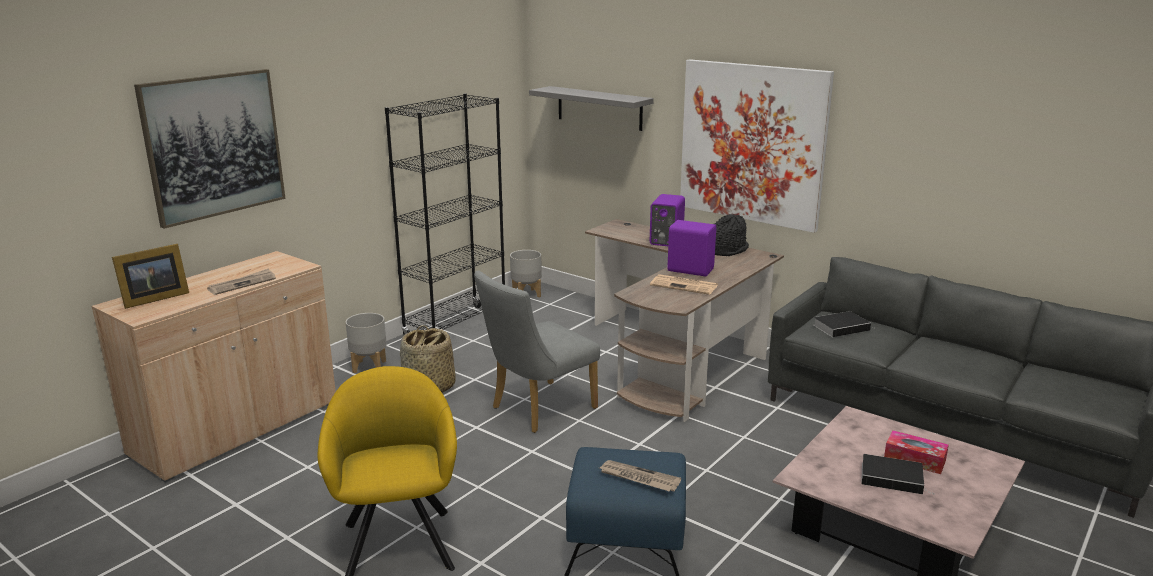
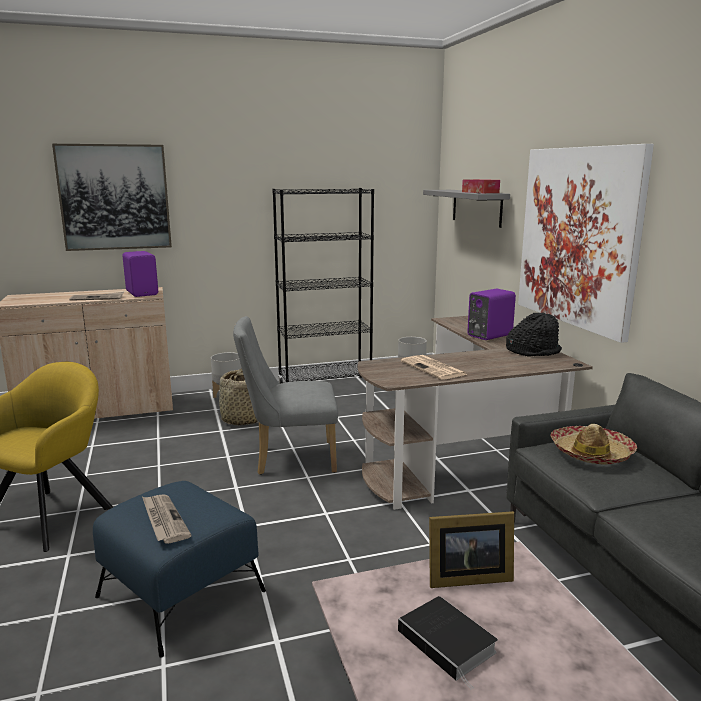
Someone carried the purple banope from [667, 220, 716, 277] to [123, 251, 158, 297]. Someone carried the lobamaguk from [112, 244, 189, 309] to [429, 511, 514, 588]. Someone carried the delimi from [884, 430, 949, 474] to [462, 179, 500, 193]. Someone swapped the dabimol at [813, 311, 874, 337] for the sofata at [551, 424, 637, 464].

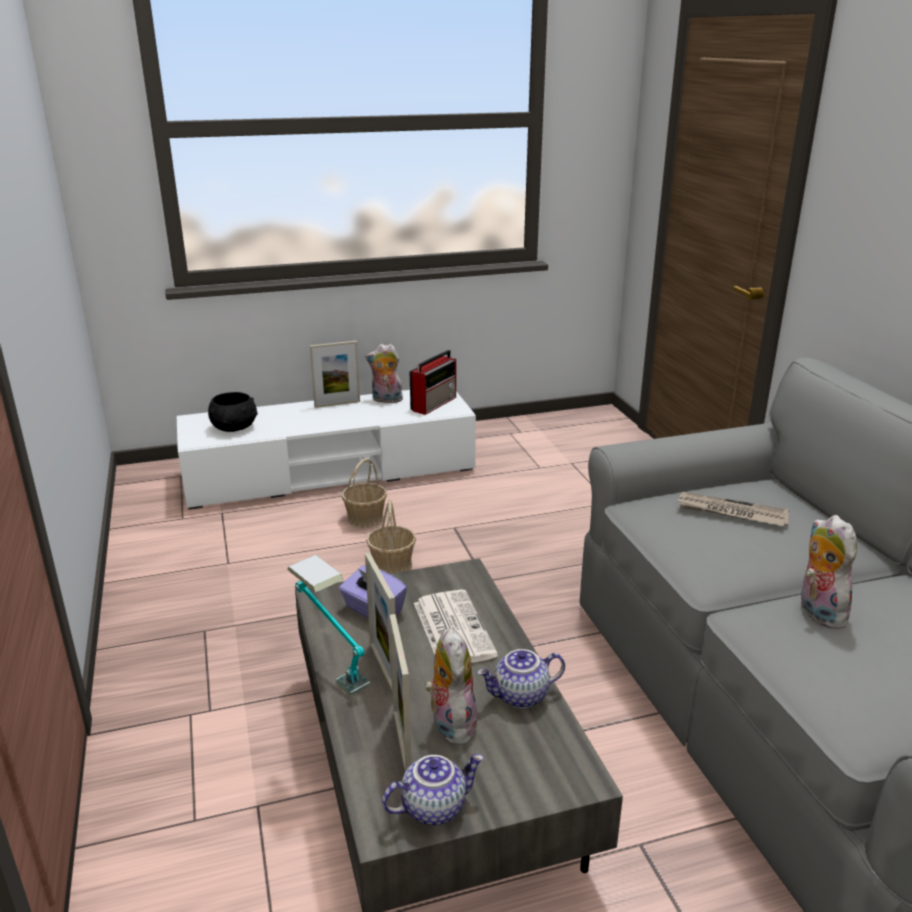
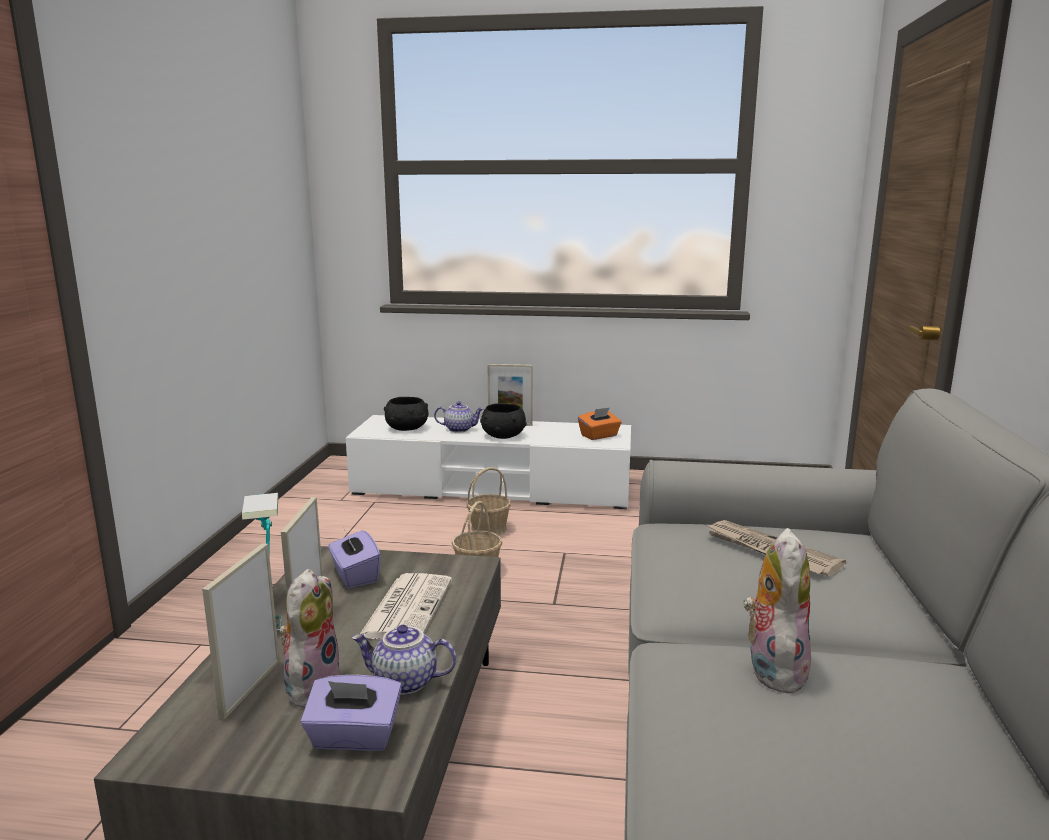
Someone put down the purple delimi at [301, 675, 402, 751]. Someone carried the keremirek from [382, 754, 484, 825] to [434, 401, 484, 433]. Someone put down the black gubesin at [480, 403, 527, 439]. Someone swapped the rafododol at [410, 350, 456, 415] for the orange delimi at [578, 407, 622, 440]. Someone took away the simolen at [365, 344, 403, 403].

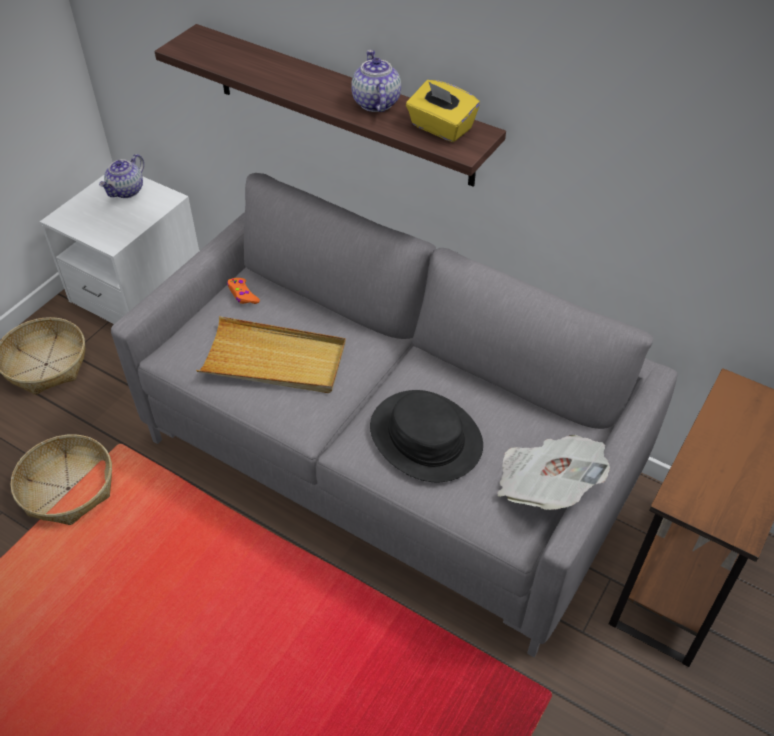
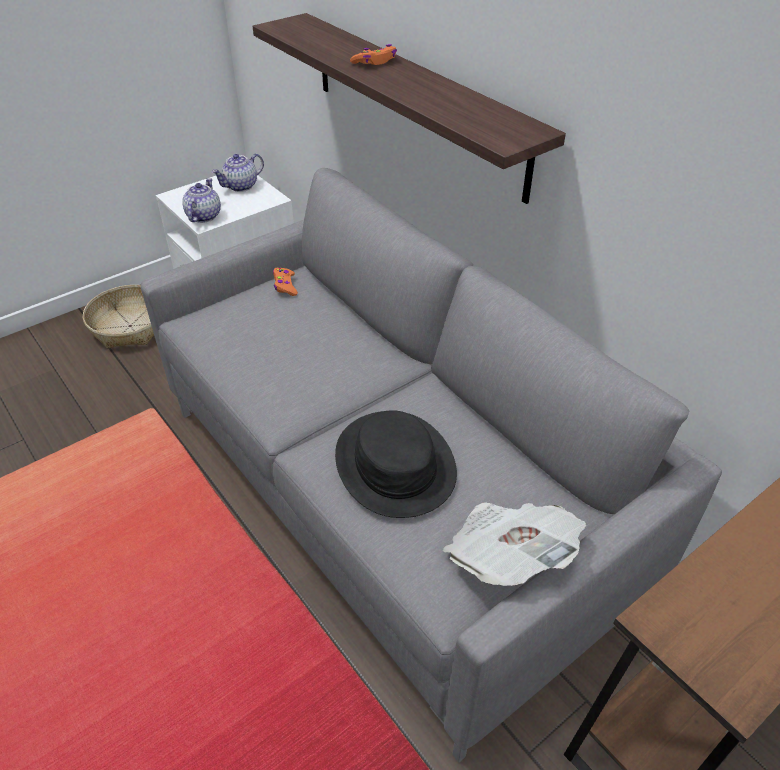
Someone carried the keremirek from [351, 50, 401, 112] to [182, 178, 221, 223]. Someone put down the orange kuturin at [350, 44, 397, 65]. Someone took away the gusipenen at [11, 434, 112, 525]. Someone took away the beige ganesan at [196, 316, 346, 393]. Someone took away the yellow delimi at [406, 80, 480, 142].

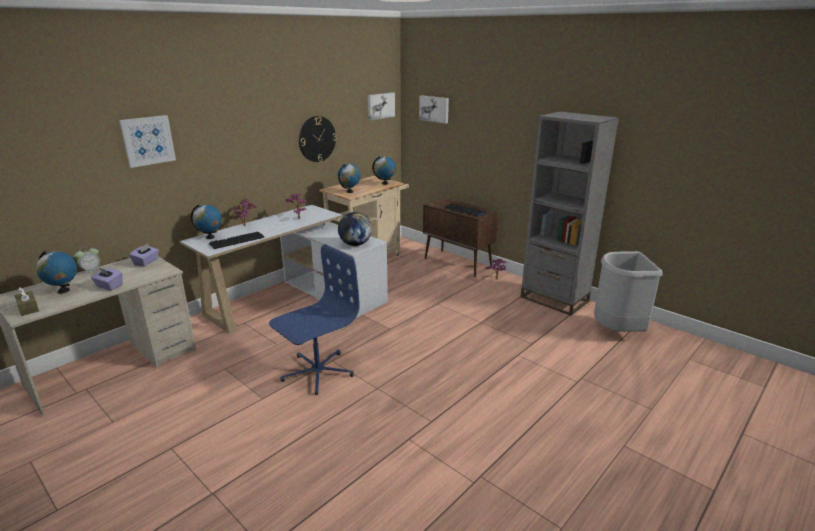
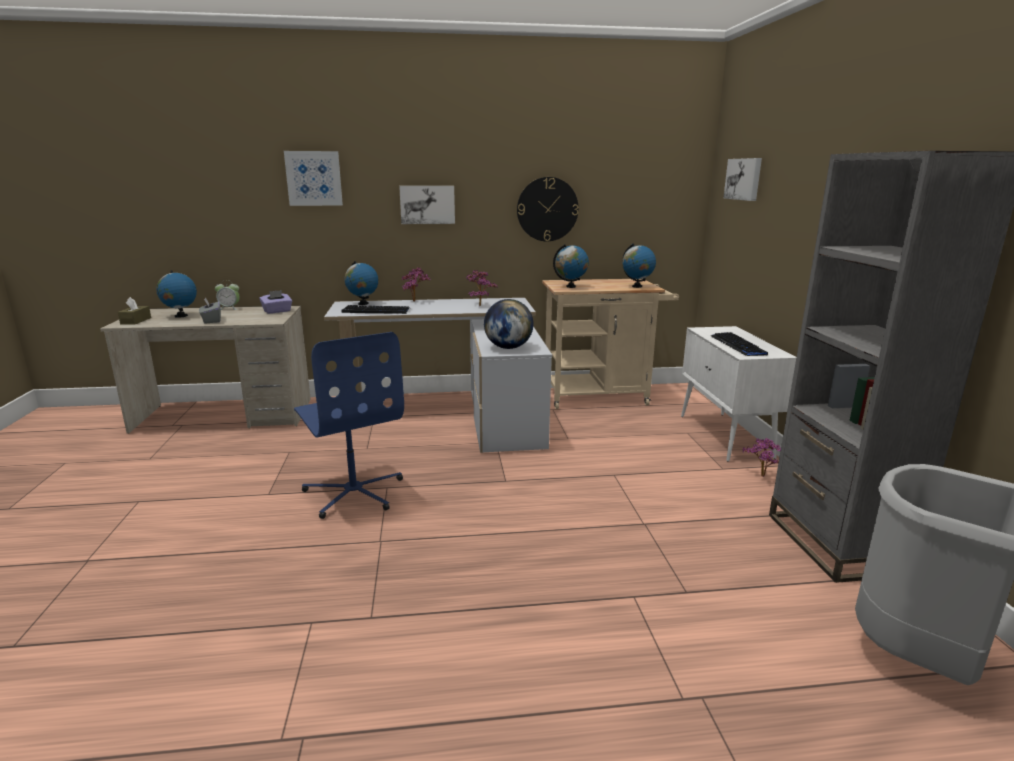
Someone repainted the purple delimi at [91, 267, 123, 290], which became the grey delimi at [199, 297, 221, 324]. Someone rotated the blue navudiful at [269, 244, 360, 395] by 60 degrees clockwise. Someone carried the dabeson from [368, 92, 395, 120] to [399, 186, 455, 224]. Someone repainted the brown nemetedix at [423, 198, 498, 277], which became the white nemetedix at [681, 326, 796, 462].

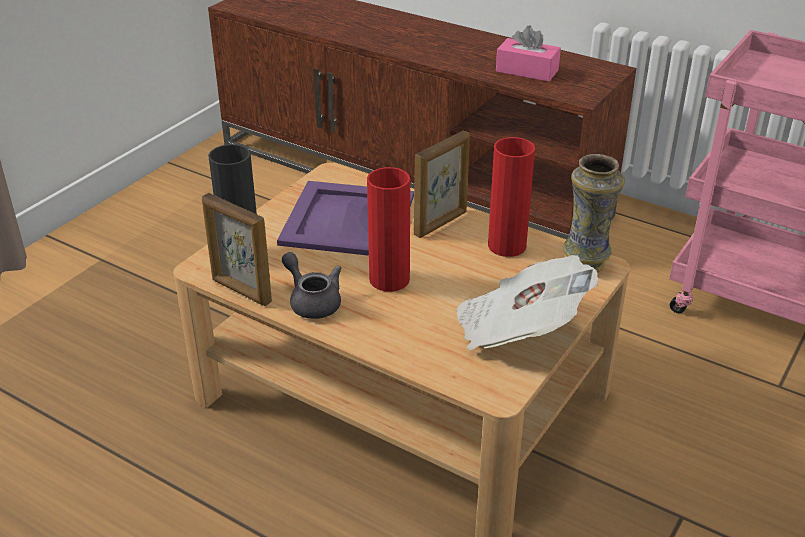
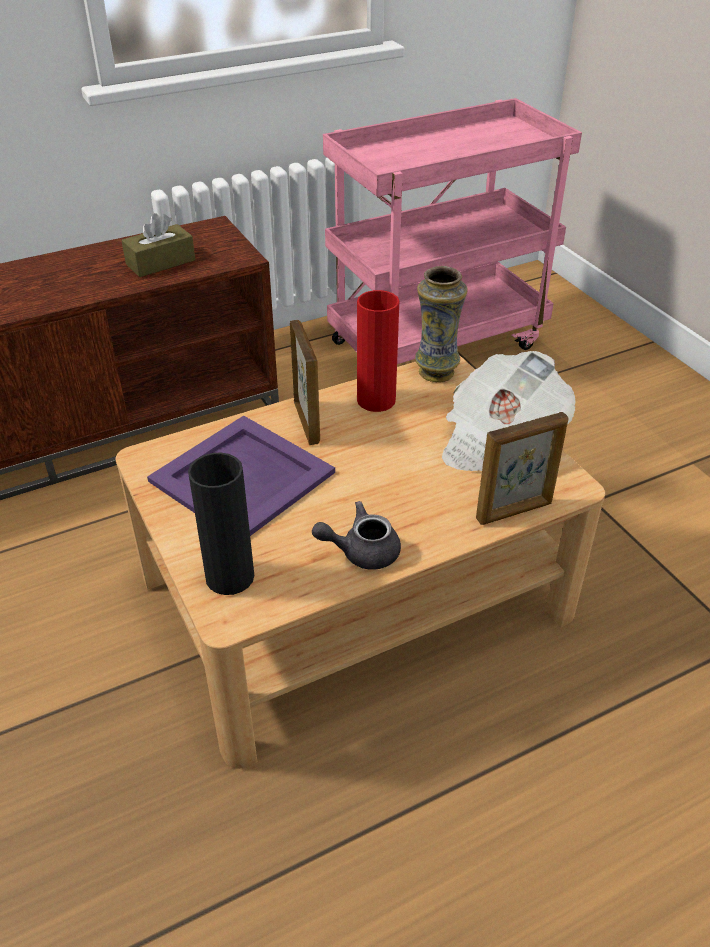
Someone repainted the pink delimi at [496, 26, 561, 82], which became the brown delimi at [121, 213, 195, 277]. Someone carried the lobamaguk from [202, 193, 272, 306] to [476, 412, 568, 525]. Someone took away the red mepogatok at [367, 167, 410, 292].

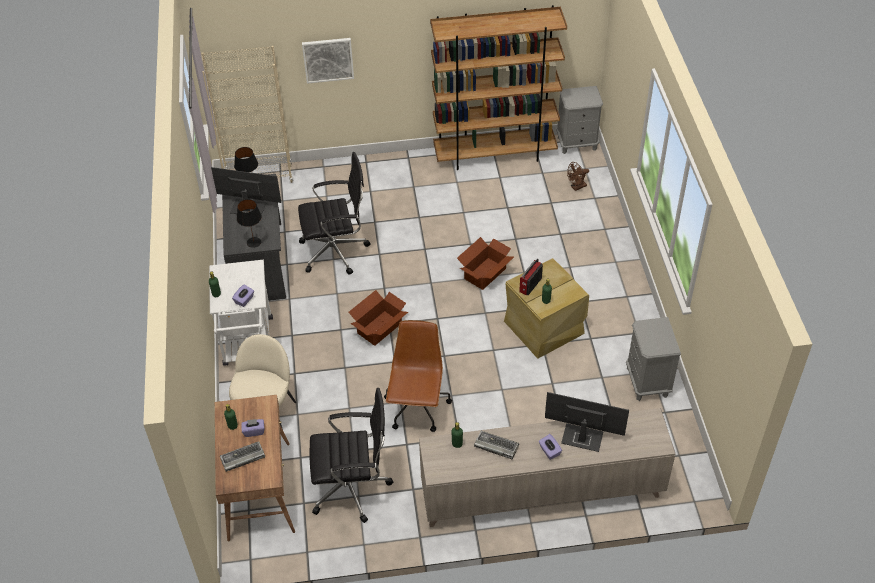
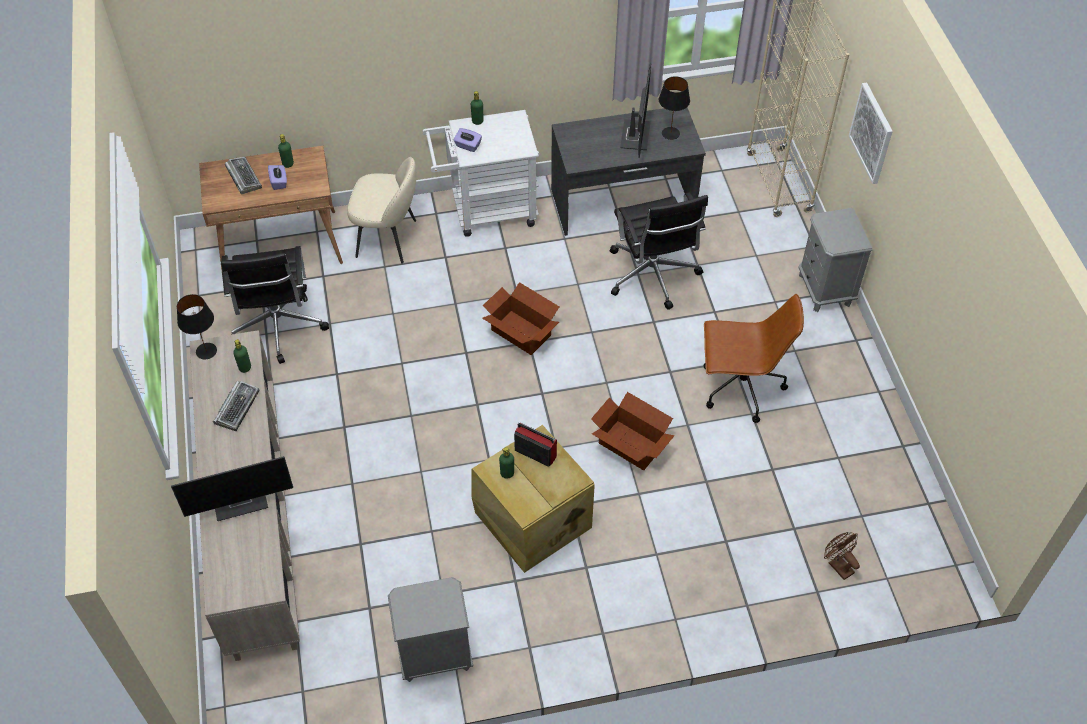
Someone rotated the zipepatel at [545, 392, 629, 452] by 60 degrees clockwise. Someone carried the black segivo from [237, 199, 262, 248] to [177, 294, 217, 359]. Someone carried the brown navudiful from [384, 320, 452, 432] to [703, 294, 804, 423]. Someone carried the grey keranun from [556, 86, 603, 154] to [798, 208, 872, 312]. Someone took away the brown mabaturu at [430, 5, 567, 170]. Someone took away the purple delimi at [539, 434, 562, 460].

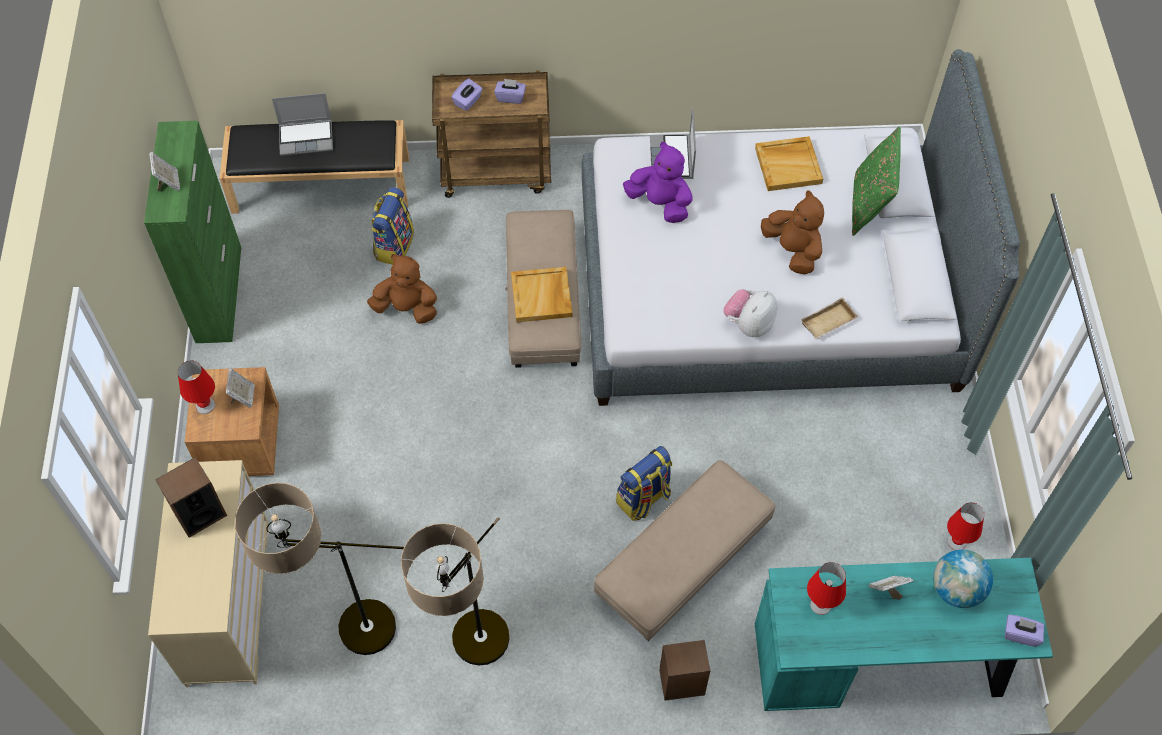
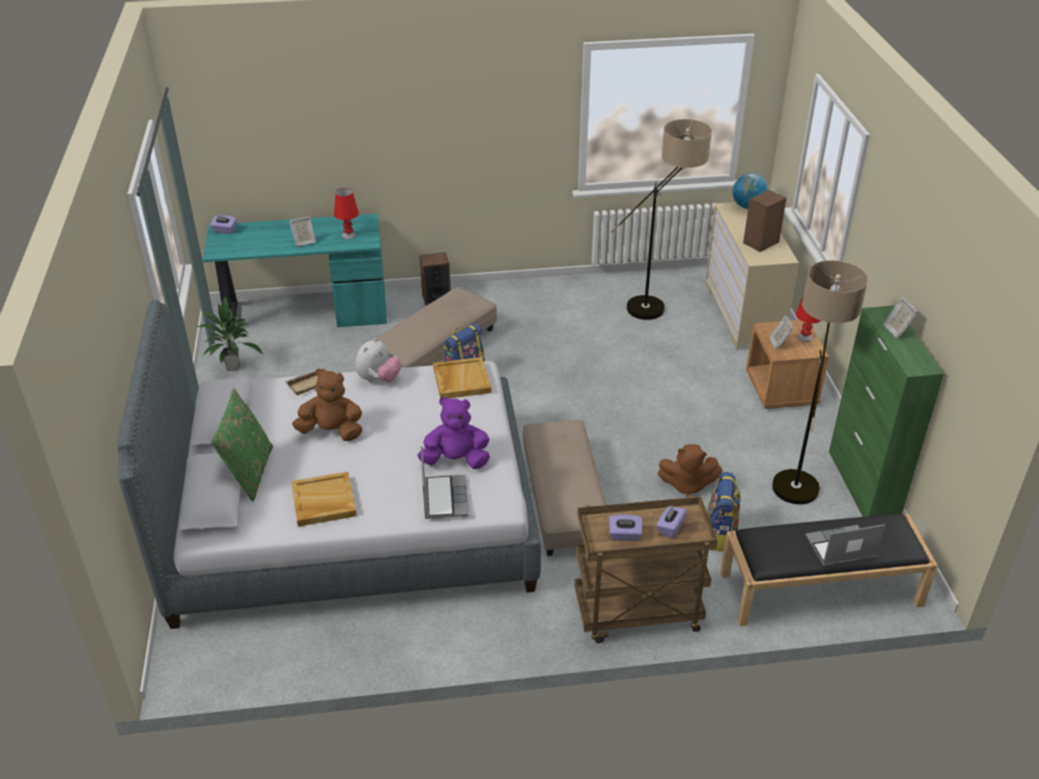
Someone swapped the red segivo at [947, 503, 984, 550] for the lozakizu at [196, 297, 264, 371]. Someone rotated the brown simolen at [761, 190, 824, 274] by 135 degrees clockwise. Someone rotated the purple simolen at [623, 142, 692, 223] by 150 degrees clockwise. Someone carried the beige ganesan from [511, 267, 572, 322] to [433, 357, 491, 399]. Someone carried the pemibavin from [933, 549, 993, 608] to [733, 173, 769, 209]. Someone carried the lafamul from [401, 517, 509, 665] to [772, 260, 868, 505].

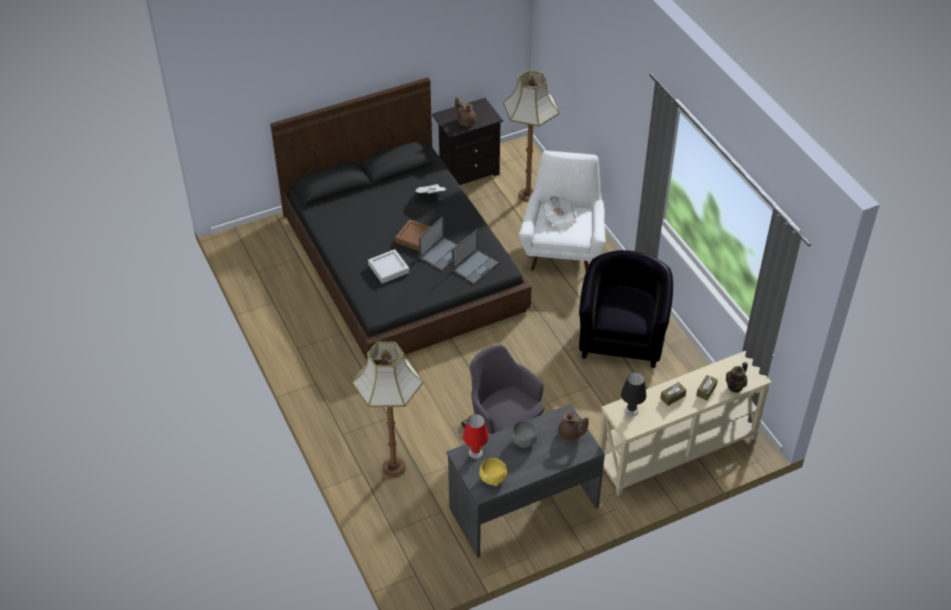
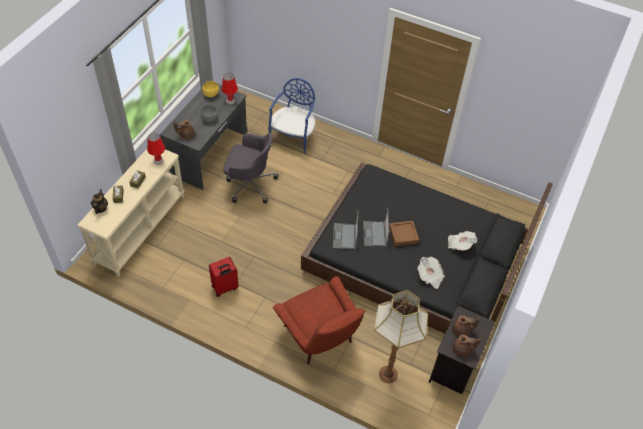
Someone repainted the black segivo at [621, 372, 646, 417], which became the red segivo at [147, 133, 165, 165]. Someone swapped the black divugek at [579, 250, 673, 368] for the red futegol at [209, 257, 239, 297]. Someone swapped the lafamul at [352, 341, 423, 477] for the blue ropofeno at [268, 78, 315, 154]. Someone repainted the white divugek at [519, 151, 606, 271], which became the red divugek at [273, 276, 365, 364]. Someone carried the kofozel from [544, 195, 577, 232] to [448, 231, 477, 251]. Someone put down the brown keremirek at [452, 335, 481, 356]. Someone took away the grey ganesan at [368, 249, 409, 284].

